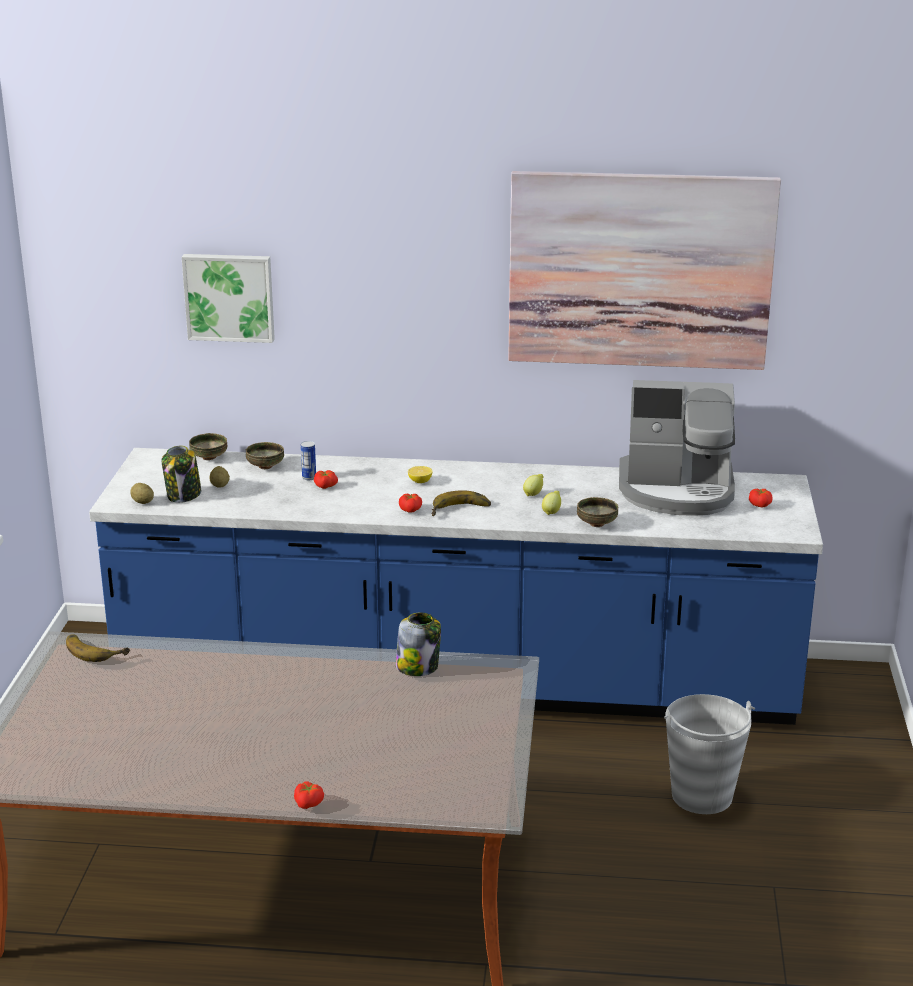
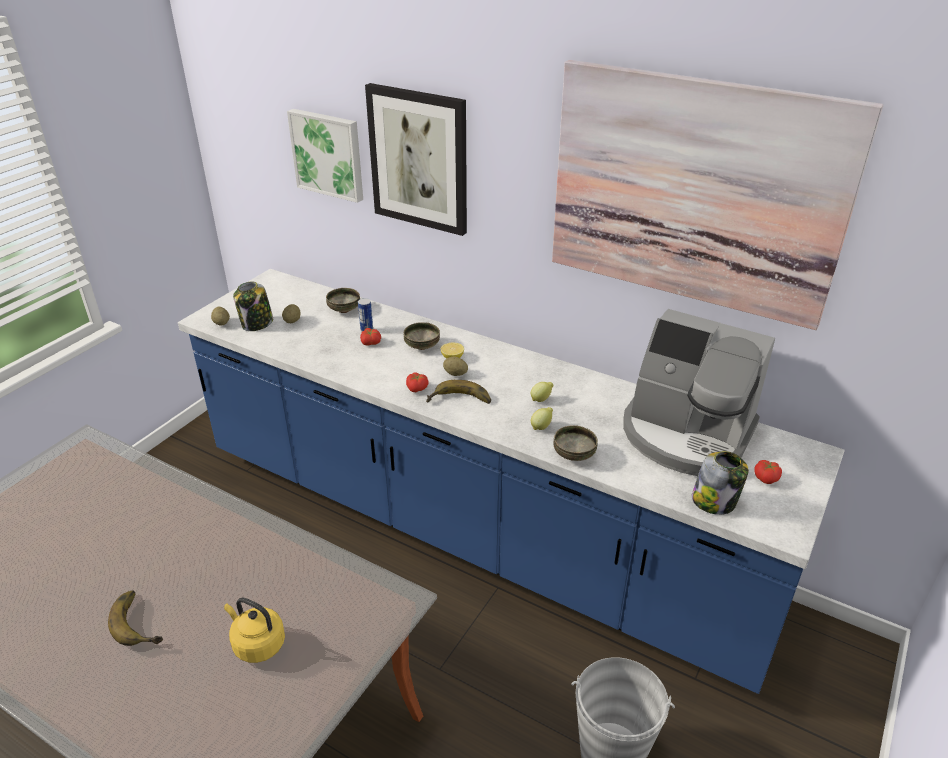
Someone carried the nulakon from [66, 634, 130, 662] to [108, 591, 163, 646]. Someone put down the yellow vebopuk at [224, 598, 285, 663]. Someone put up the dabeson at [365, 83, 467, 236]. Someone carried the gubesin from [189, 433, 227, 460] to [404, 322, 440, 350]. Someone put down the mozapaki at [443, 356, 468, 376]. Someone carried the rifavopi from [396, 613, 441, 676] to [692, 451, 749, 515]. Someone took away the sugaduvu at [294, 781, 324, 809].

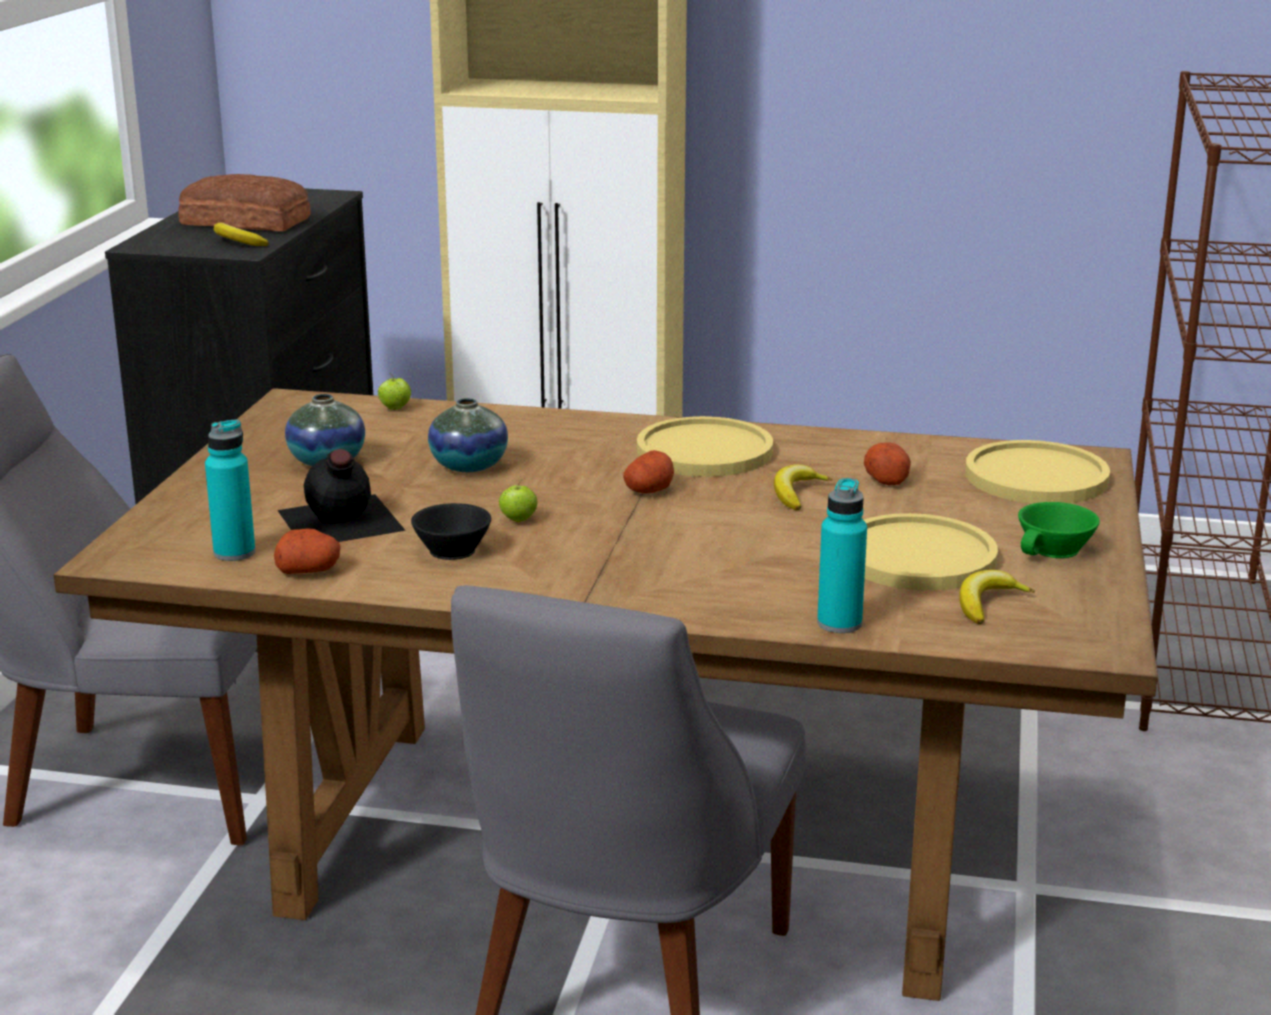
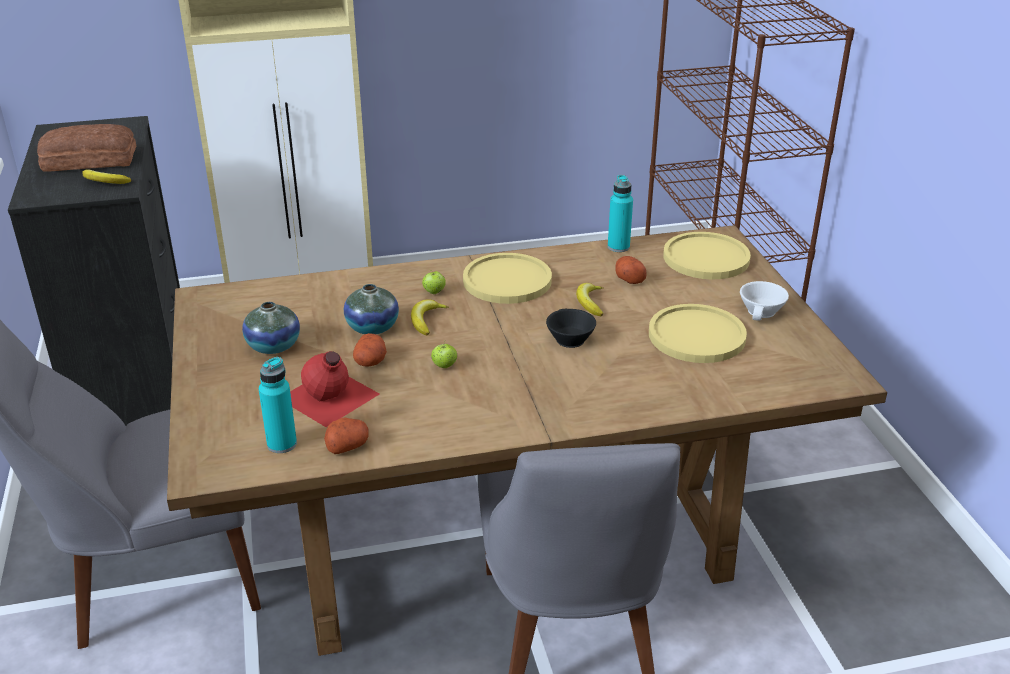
Someone repainted the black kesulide at [277, 449, 406, 542], which became the red kesulide at [290, 351, 379, 427]. Someone carried the mozapaki from [623, 450, 674, 493] to [353, 333, 387, 367]. Someone carried the nulakon from [959, 570, 1035, 624] to [411, 299, 449, 335]. Someone carried the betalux from [378, 373, 411, 410] to [422, 269, 446, 294]. Someone carried the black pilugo from [411, 503, 491, 560] to [546, 309, 596, 348]. Someone carried the turquoise kesulide from [817, 478, 867, 633] to [608, 175, 633, 252]. Someone repainted the green pilugo at [1018, 502, 1100, 558], which became the white pilugo at [740, 281, 789, 321].

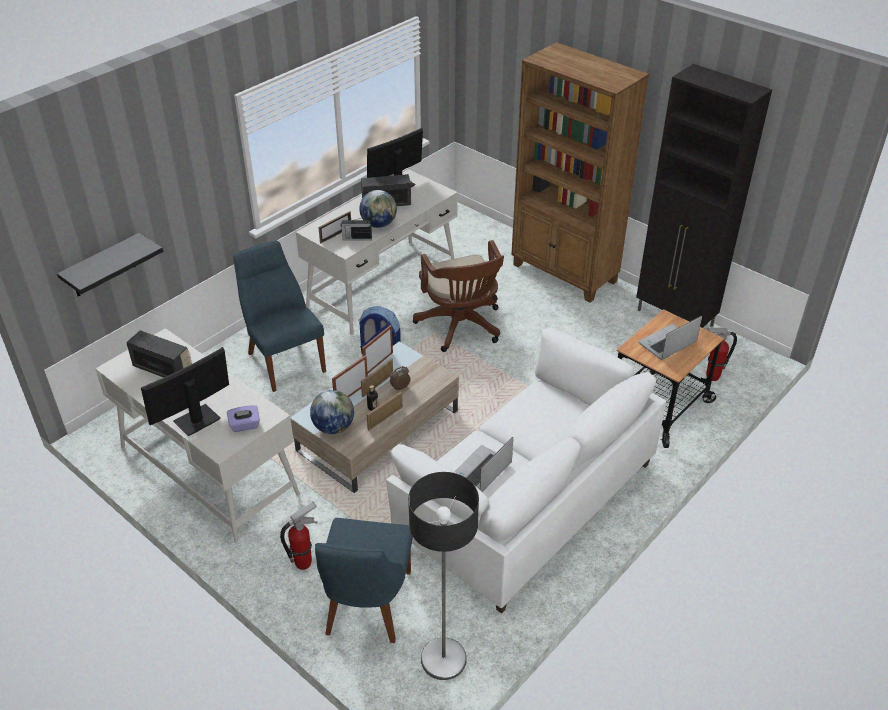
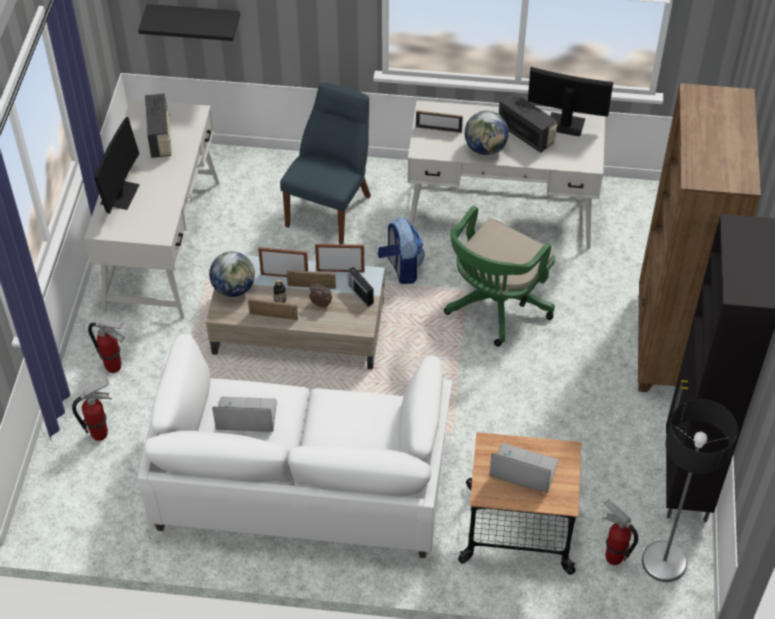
Someone swapped the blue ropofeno at [315, 518, 413, 643] for the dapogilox at [72, 379, 112, 441]. Someone rotated the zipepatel at [141, 347, 229, 436] by 90 degrees clockwise. Someone carried the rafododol from [340, 218, 372, 240] to [348, 267, 374, 307]. Someone repainted the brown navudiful at [413, 240, 504, 352], which became the green navudiful at [444, 206, 555, 347]. Someone carried the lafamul from [408, 472, 479, 680] to [642, 399, 738, 582]. Someone took away the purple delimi at [227, 405, 260, 432].

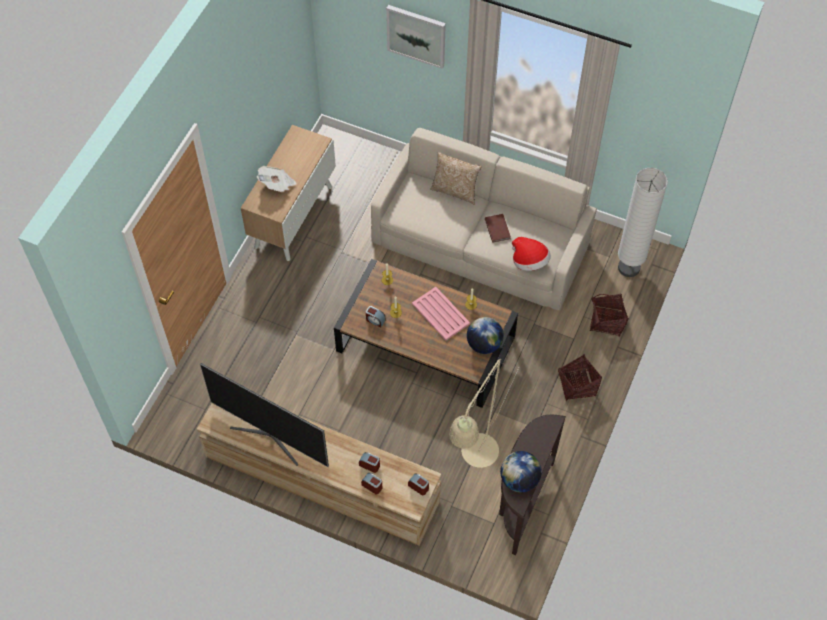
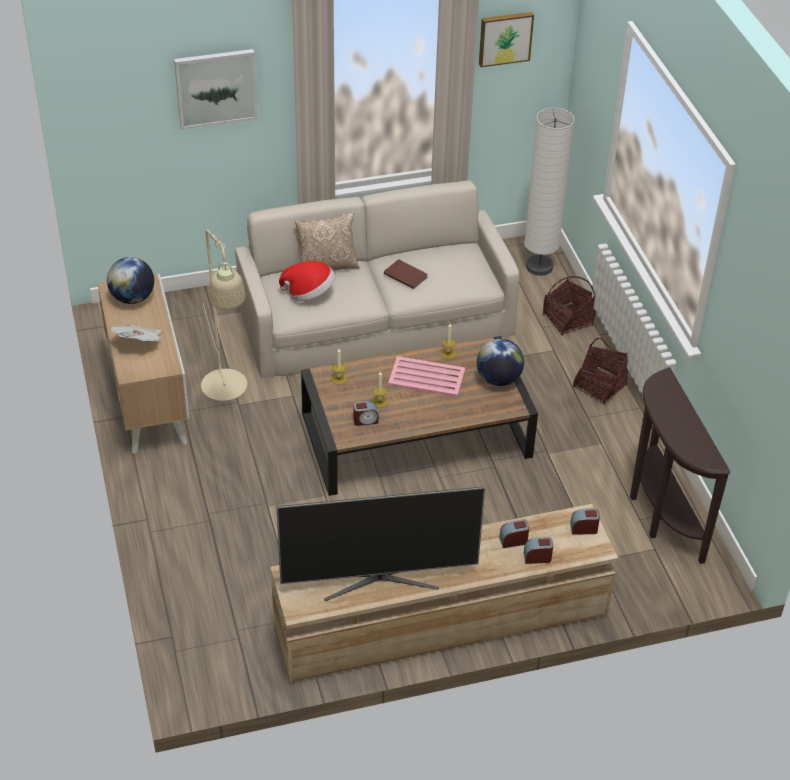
Someone carried the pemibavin from [500, 451, 542, 492] to [107, 257, 154, 304]. Someone carried the beige lafamul from [449, 359, 519, 468] to [201, 230, 247, 401]. Someone carried the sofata from [512, 237, 551, 271] to [279, 261, 335, 301]. Someone put up the dabeson at [479, 12, 534, 67].

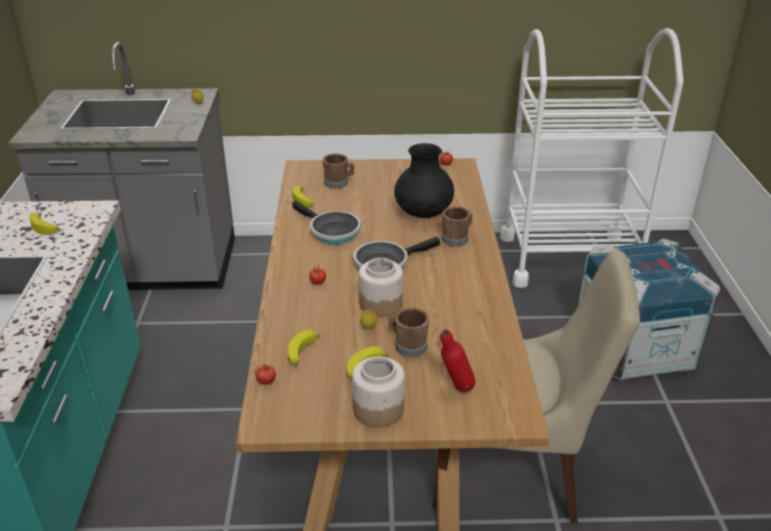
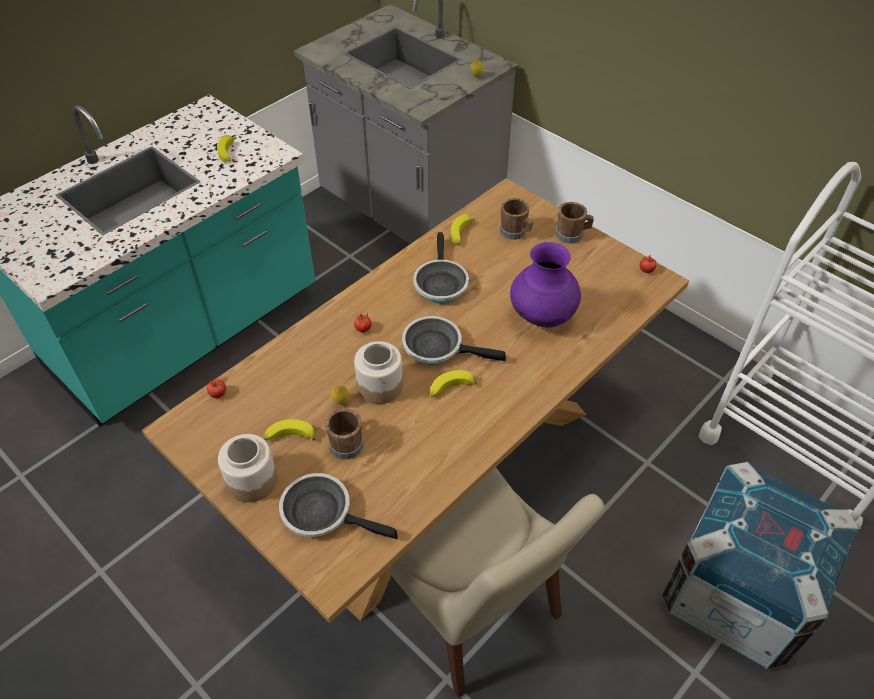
Someone swapped the red kesulide at [440, 330, 475, 392] for the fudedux at [279, 473, 398, 539]. Someone carried the nulakon from [288, 329, 320, 365] to [430, 370, 477, 397]. Someone repainted the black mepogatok at [394, 143, 454, 218], which became the purple mepogatok at [510, 242, 581, 328]. Someone carried the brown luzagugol from [442, 206, 473, 247] to [555, 202, 594, 244].

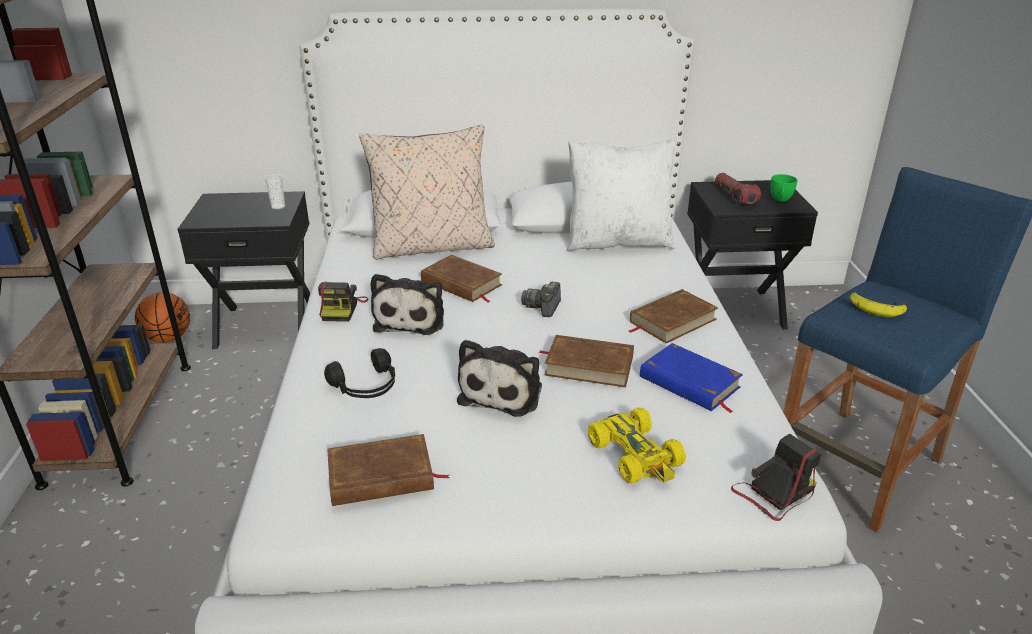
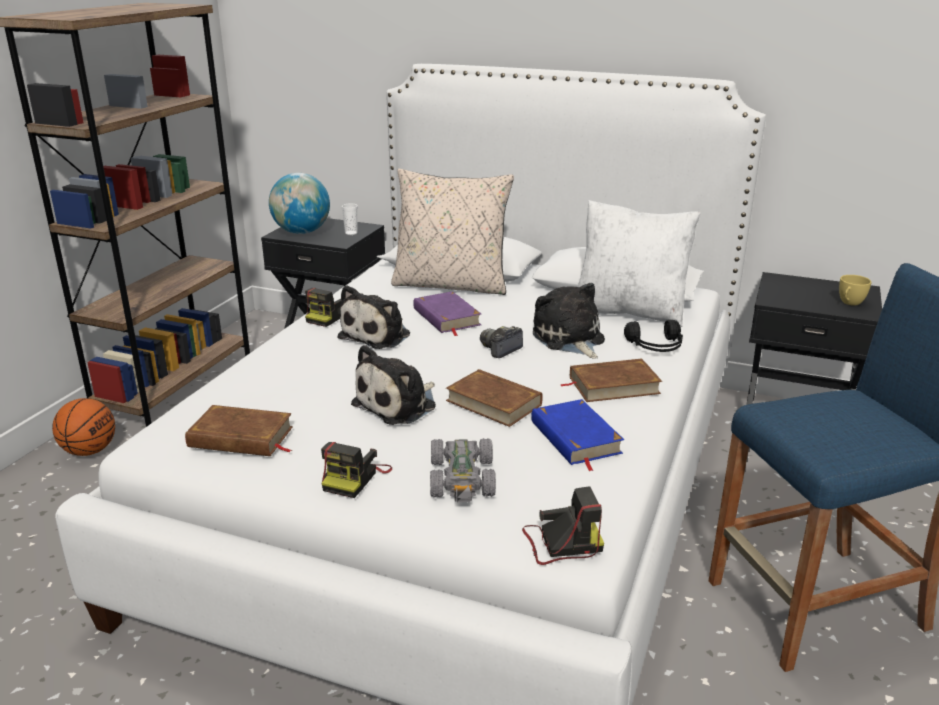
Someone carried the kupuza from [135, 292, 190, 343] to [52, 398, 115, 456]. Someone put down the pemibavin at [269, 173, 330, 234]. Someone put down the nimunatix at [321, 442, 392, 498]. Someone repainted the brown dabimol at [421, 255, 502, 303], which became the purple dabimol at [413, 291, 481, 336]. Someone repainted the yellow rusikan at [588, 407, 686, 484], which became the grey rusikan at [430, 438, 496, 502]. Someone put down the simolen at [533, 283, 605, 359]. Someone carried the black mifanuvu from [324, 348, 395, 398] to [624, 320, 683, 352]. Someone repainted the green pilugo at [771, 174, 798, 202], which became the yellow pilugo at [839, 275, 872, 306]. Someone took away the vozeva at [715, 173, 761, 205]. Someone took away the nulakon at [850, 292, 907, 317].

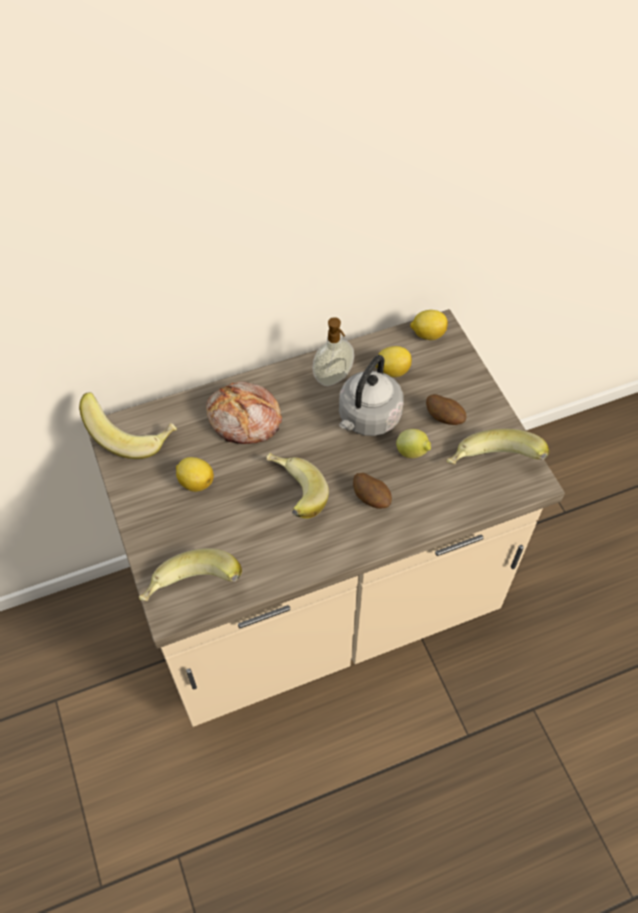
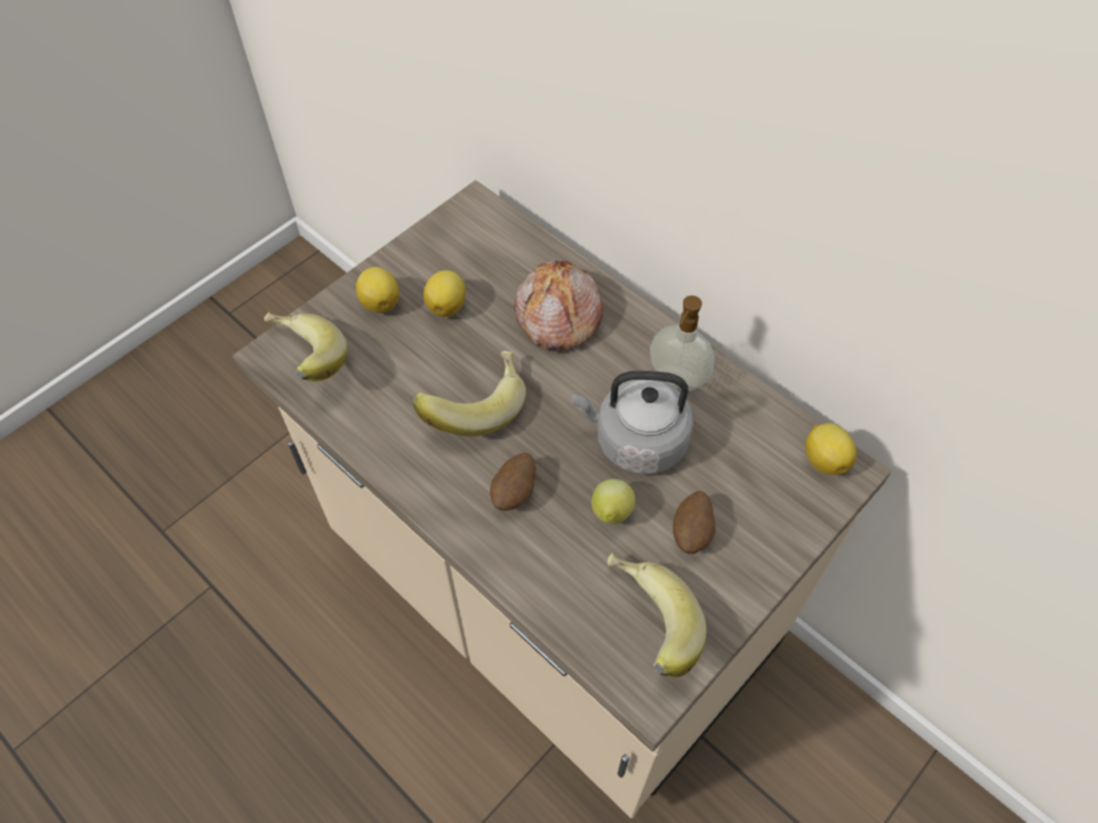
Someone carried the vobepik from [376, 346, 412, 377] to [356, 267, 399, 313]. Someone took away the nulakon at [79, 392, 177, 459].

